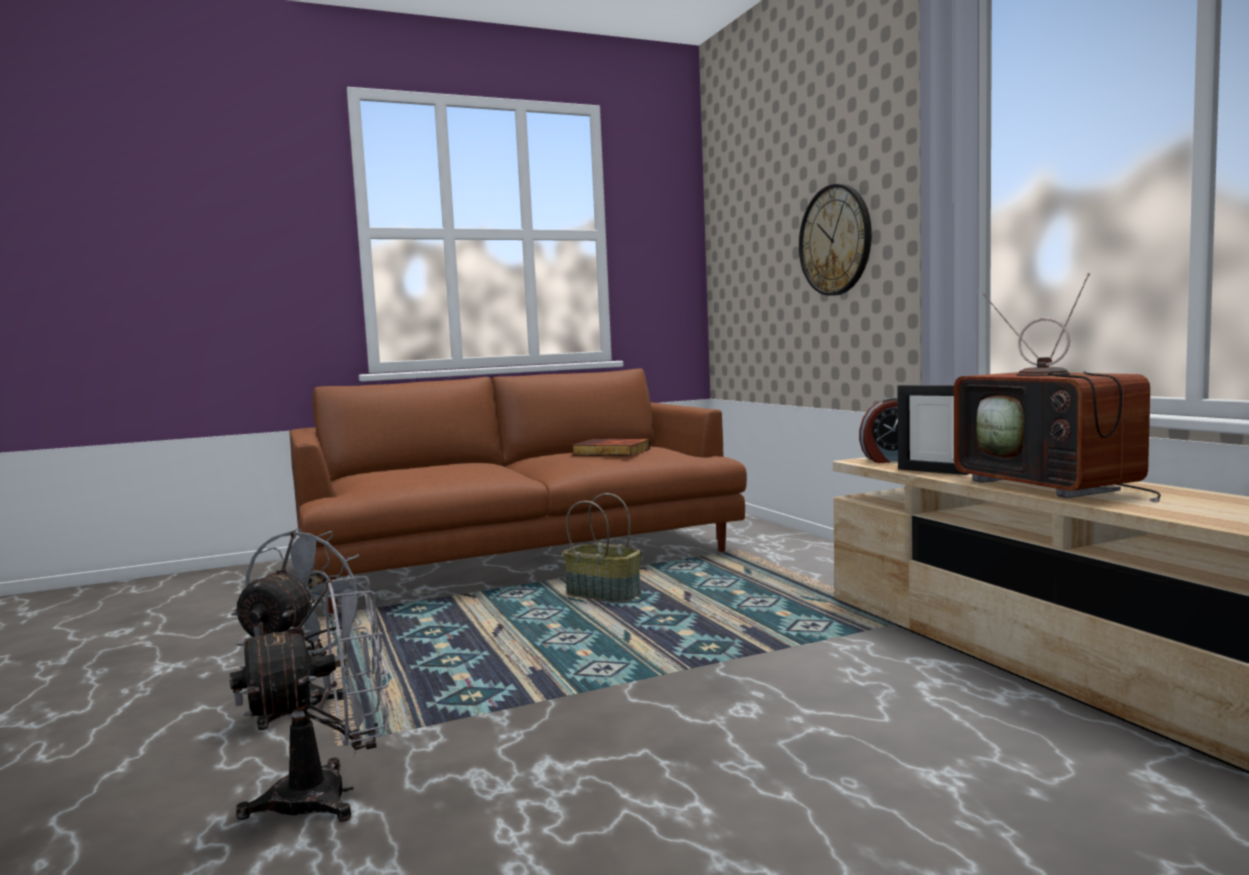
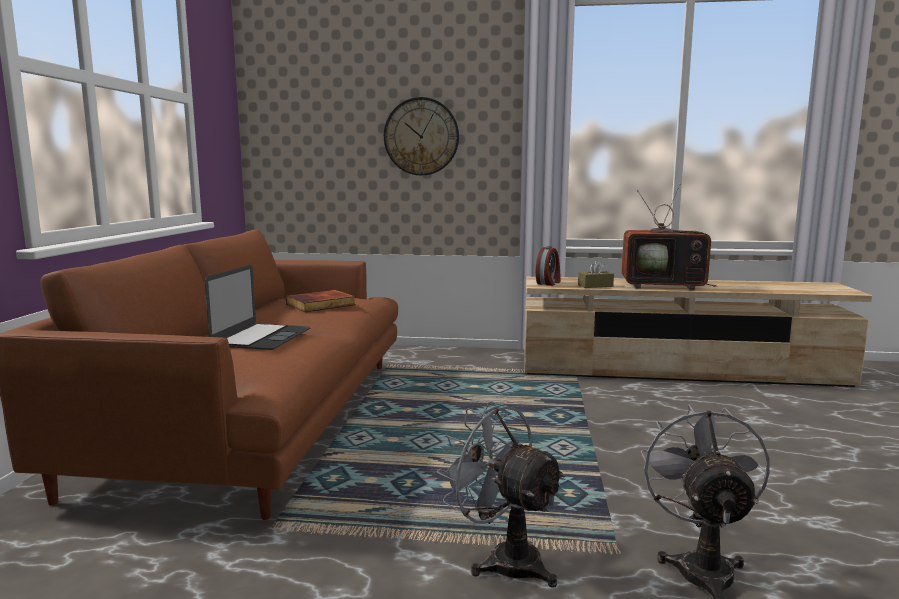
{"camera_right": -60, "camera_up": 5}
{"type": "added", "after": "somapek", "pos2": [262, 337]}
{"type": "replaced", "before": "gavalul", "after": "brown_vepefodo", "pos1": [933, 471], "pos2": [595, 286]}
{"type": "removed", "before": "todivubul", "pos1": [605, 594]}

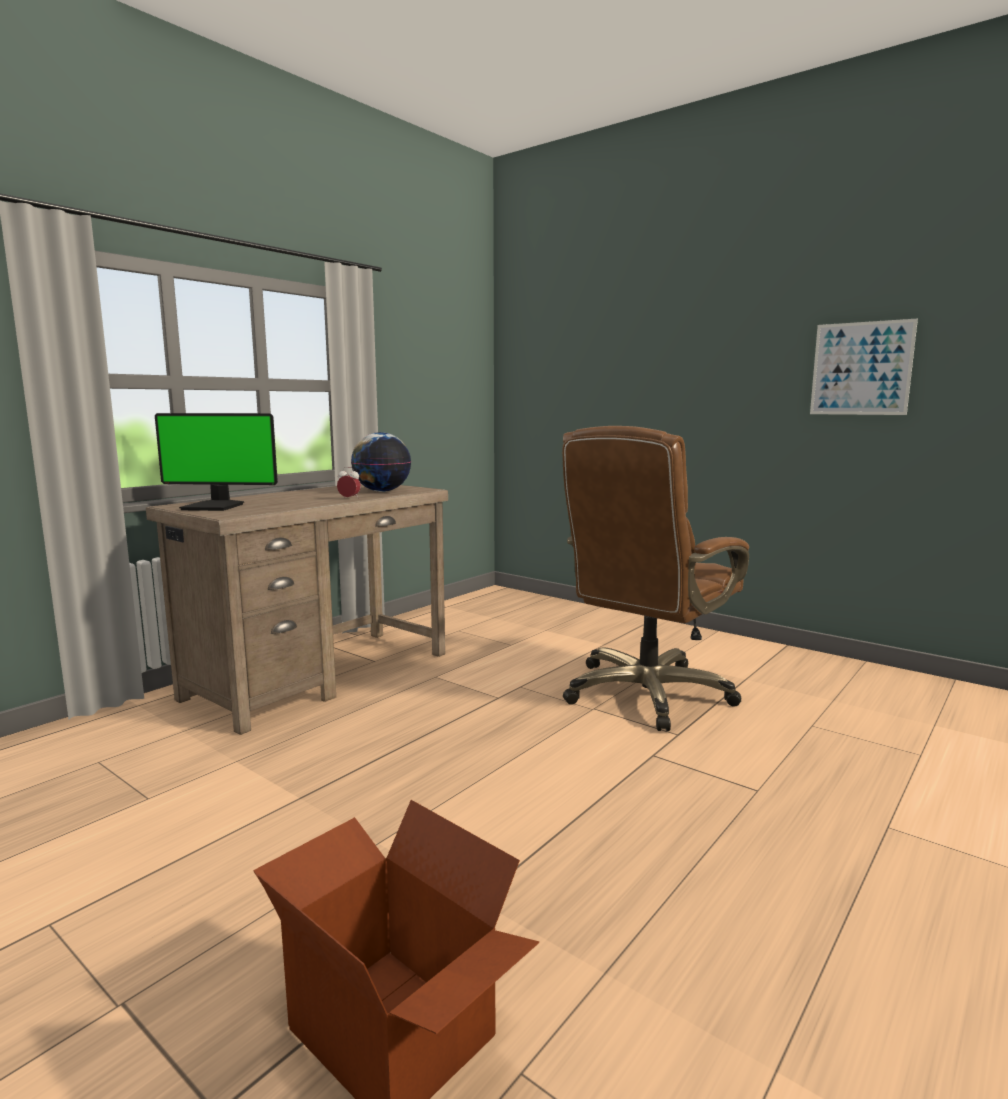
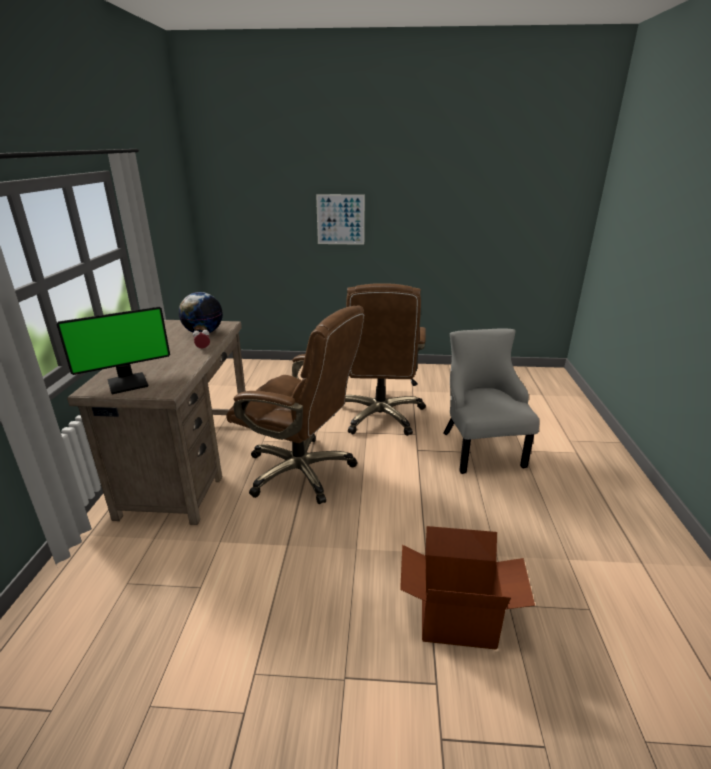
{"camera_right": -35, "camera_up": 15}
{"type": "added", "after": "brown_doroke", "pos2": [300, 470]}
{"type": "moved", "before": "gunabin", "pos1": [861, 368], "pos2": [340, 219]}
{"type": "added", "after": "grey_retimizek", "pos2": [481, 451]}

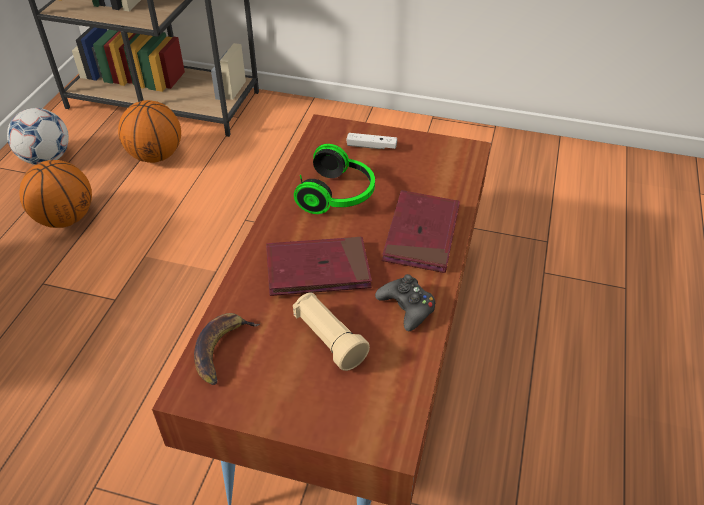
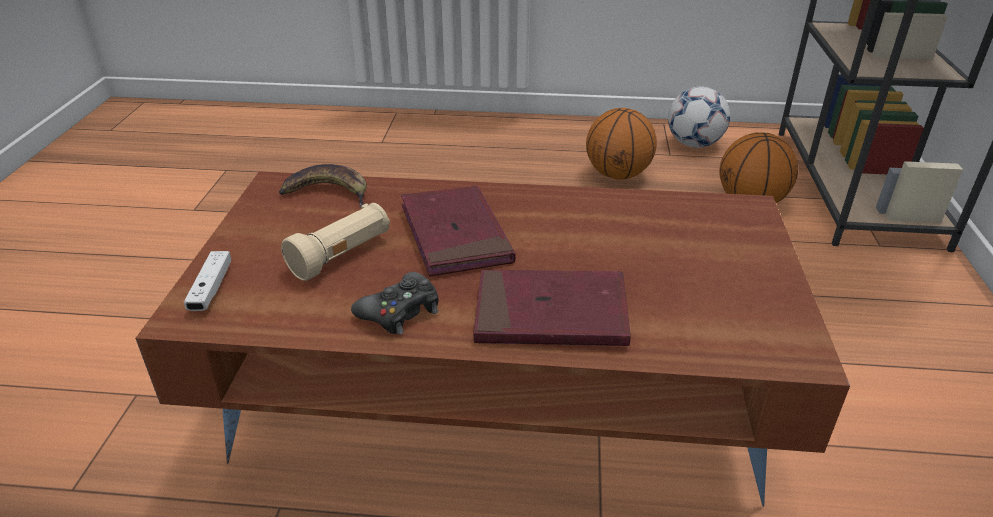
{"camera_right": 80, "camera_up": -10}
{"type": "moved", "before": "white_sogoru", "pos1": [371, 146], "pos2": [211, 289]}
{"type": "removed", "before": "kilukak", "pos1": [339, 195]}

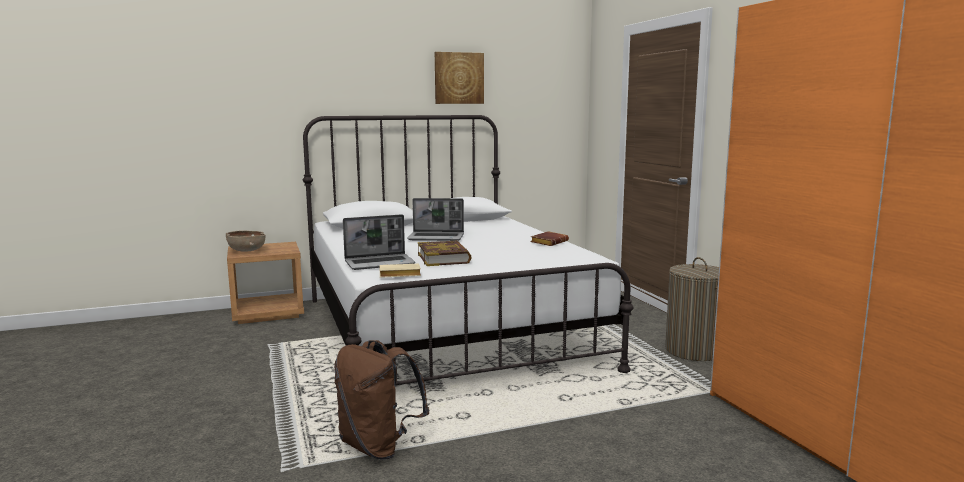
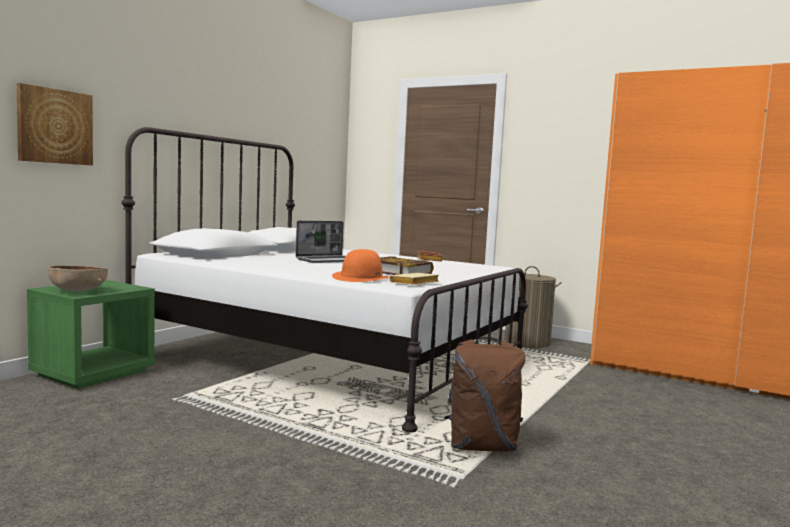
{"camera_right": -40, "camera_up": -5}
{"type": "moved", "before": "gunabin", "pos1": [459, 78], "pos2": [54, 126]}
{"type": "recoloured", "before": "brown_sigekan", "after": "green_sigekan", "pos1": [268, 313], "pos2": [93, 372]}
{"type": "replaced", "before": "somapek", "after": "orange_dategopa", "pos1": [380, 263], "pos2": [361, 278]}

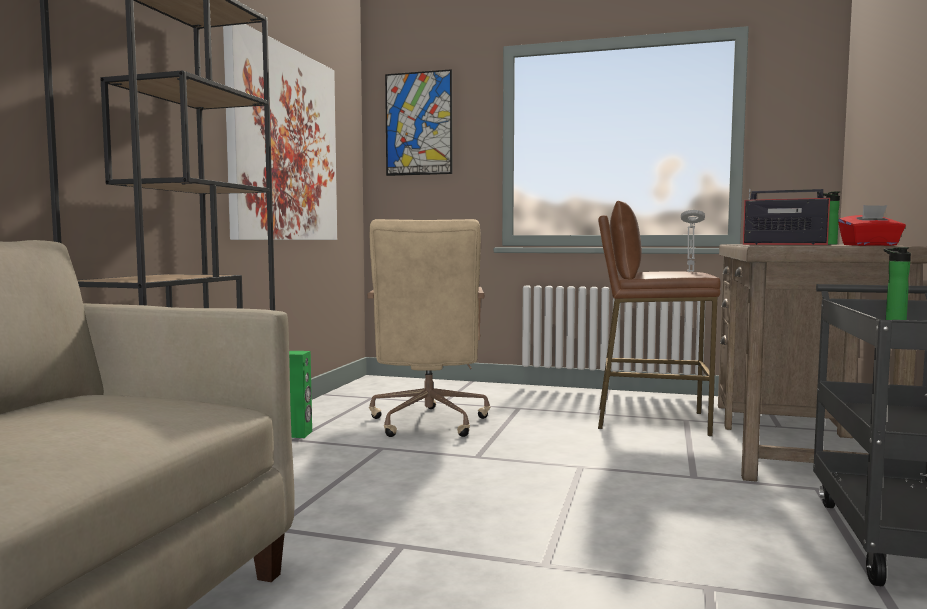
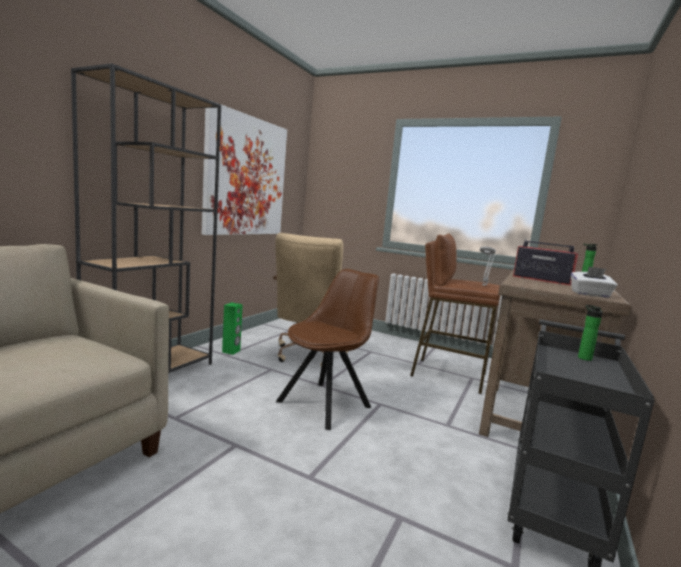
{"camera_right": 10, "camera_up": 5}
{"type": "added", "after": "brown_retimizek", "pos2": [325, 403]}
{"type": "recoloured", "before": "red_vepefodo", "after": "white_vepefodo", "pos1": [870, 245], "pos2": [590, 294]}
{"type": "removed", "before": "gunabin", "pos1": [418, 123]}

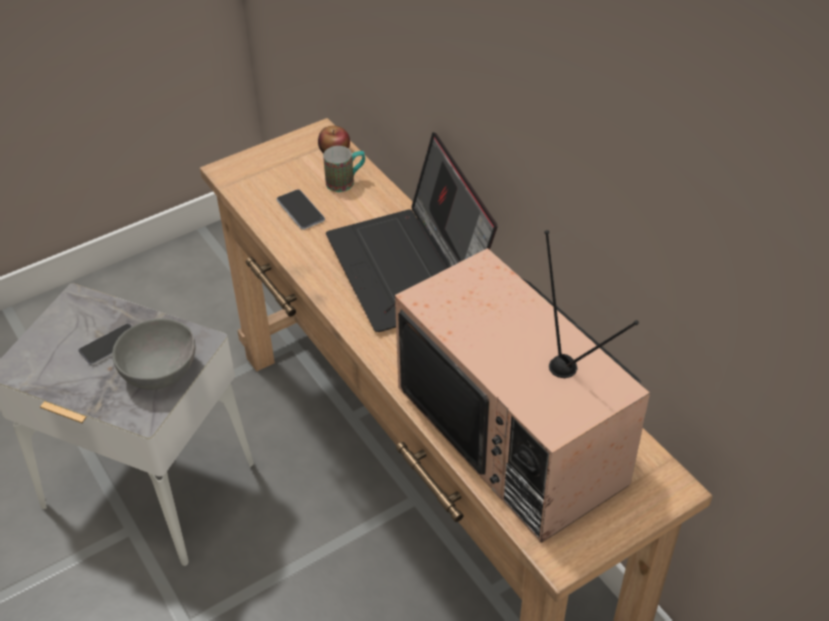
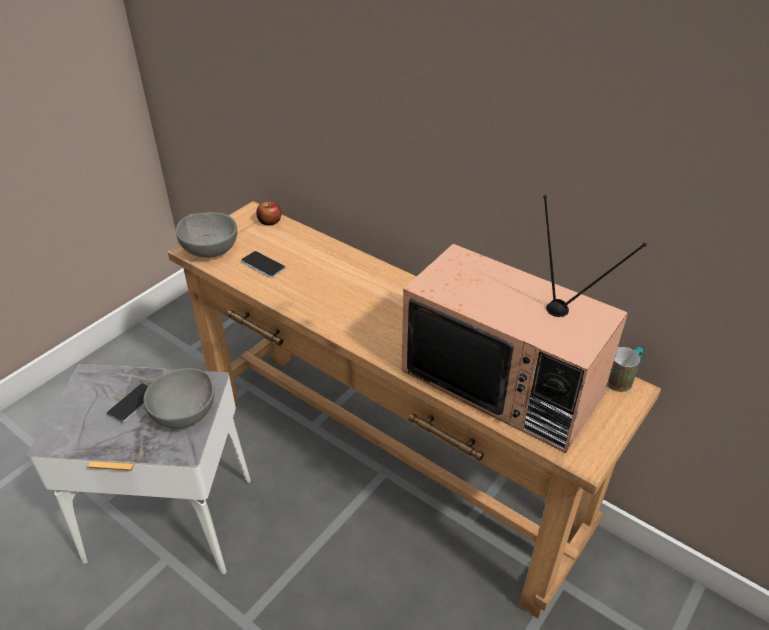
{"camera_right": -20, "camera_up": -5}
{"type": "added", "after": "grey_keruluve", "pos2": [210, 249]}
{"type": "moved", "before": "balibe", "pos1": [346, 182], "pos2": [622, 379]}
{"type": "removed", "before": "somapek", "pos1": [410, 269]}

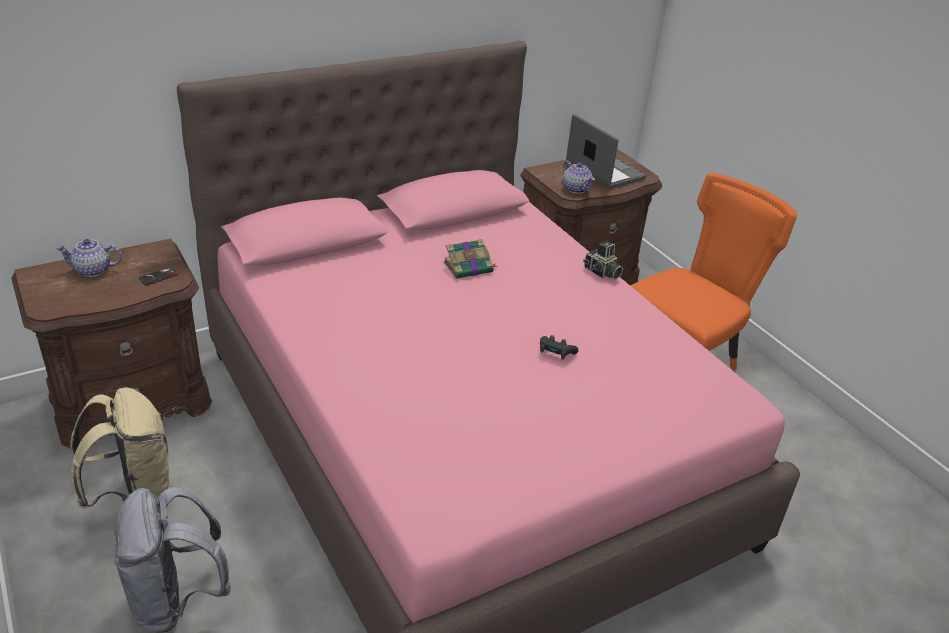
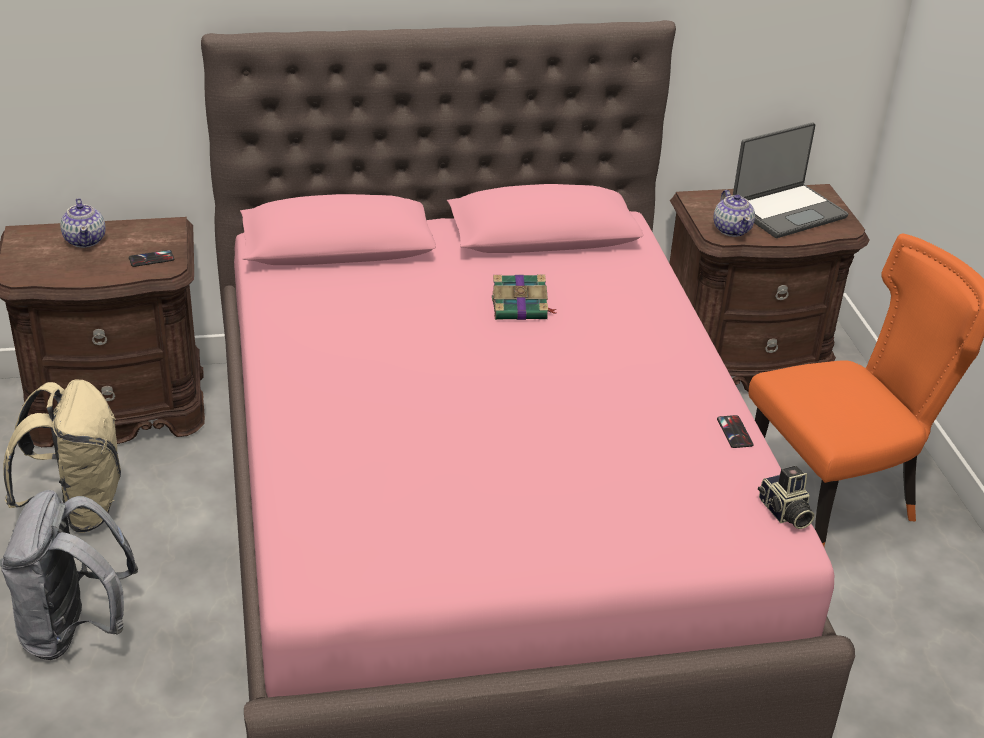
{"camera_right": 20, "camera_up": 0}
{"type": "turned", "before": "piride", "pos1": [93, 270], "pos2": [85, 240], "turn": -120}
{"type": "added", "after": "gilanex", "pos2": [734, 432]}
{"type": "turned", "before": "somapek", "pos1": [603, 171], "pos2": [787, 211], "turn": 75}
{"type": "moved", "before": "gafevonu", "pos1": [602, 273], "pos2": [784, 513]}
{"type": "removed", "before": "black_sogoru", "pos1": [555, 353]}

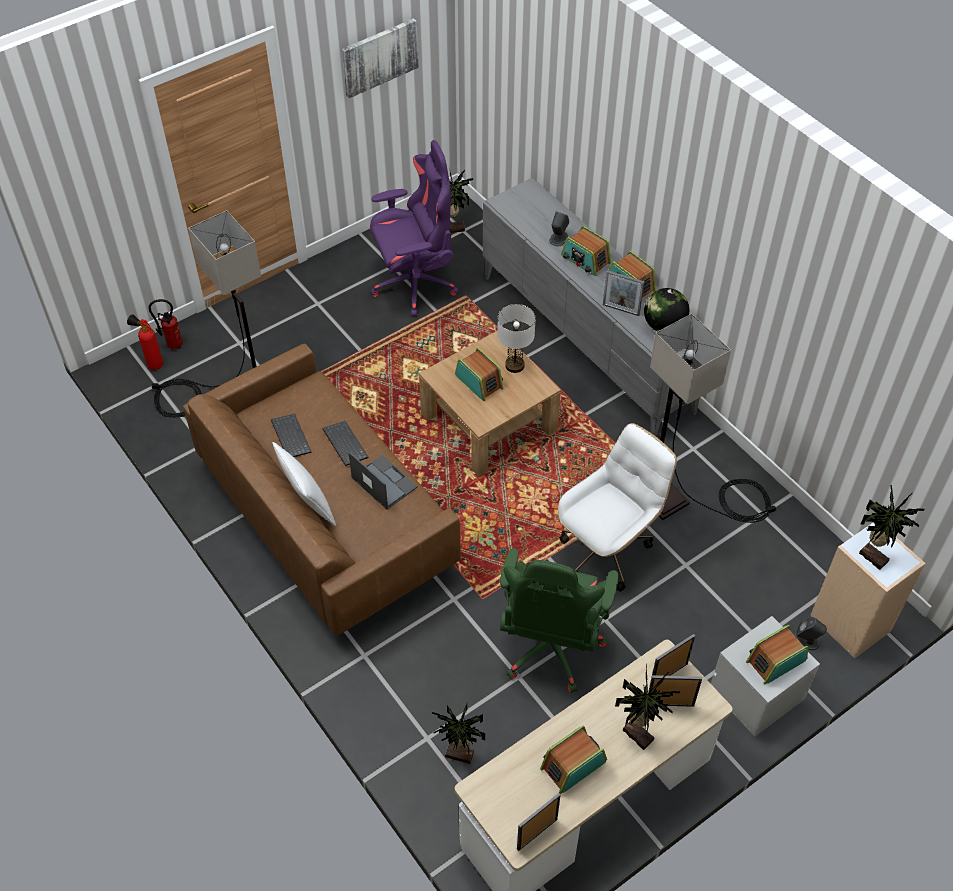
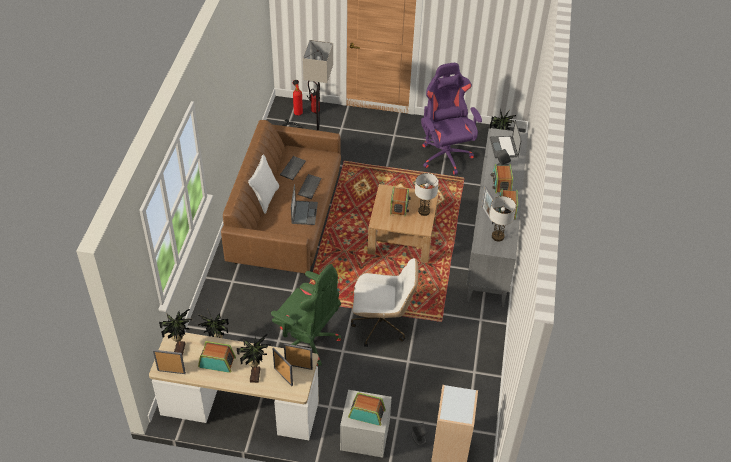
{"camera_right": 45, "camera_up": -5}
{"type": "moved", "before": "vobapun", "pos1": [874, 556], "pos2": [181, 350]}
{"type": "turned", "before": "green_doroke", "pos1": [551, 645], "pos2": [307, 341], "turn": -120}
{"type": "turned", "before": "purple_doroke", "pos1": [413, 285], "pos2": [446, 157], "turn": -135}
{"type": "added", "after": "somapek", "pos2": [504, 147]}
{"type": "replaced", "before": "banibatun", "after": "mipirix", "pos1": [664, 326], "pos2": [497, 236]}
{"type": "removed", "before": "gunabin", "pos1": [379, 57]}
{"type": "removed", "before": "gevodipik", "pos1": [706, 500]}

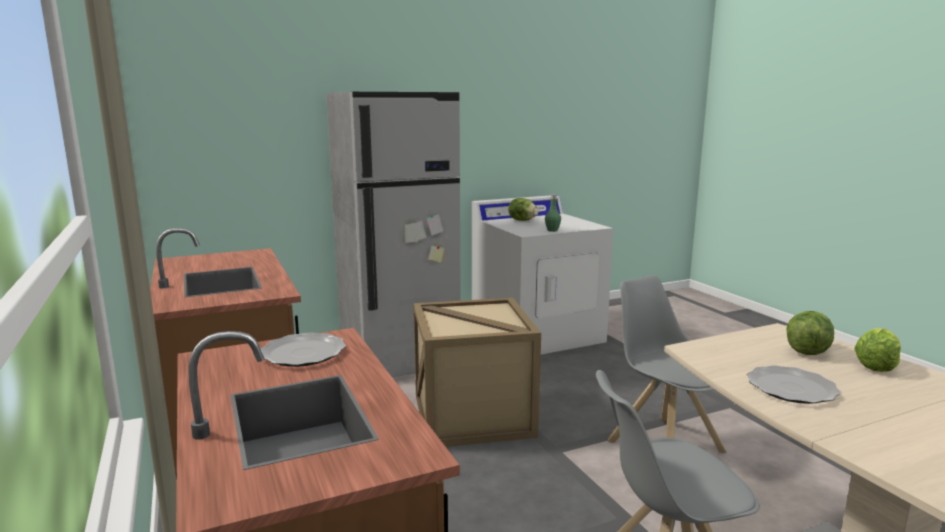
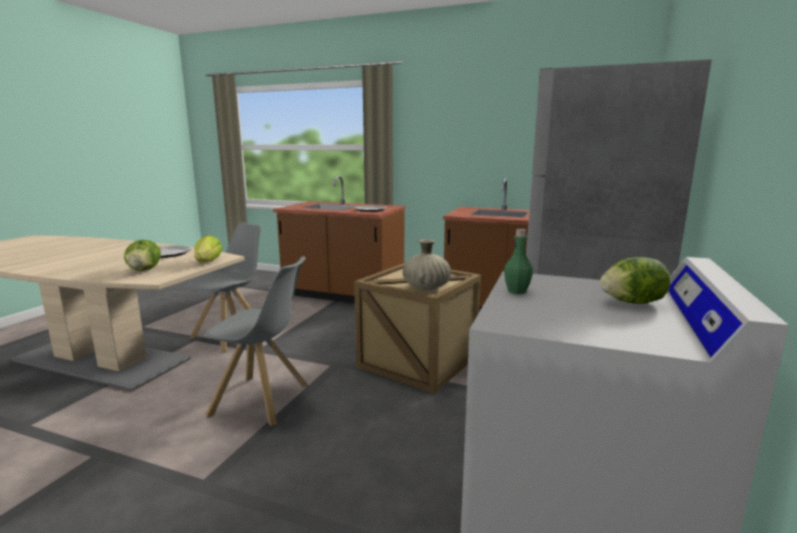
{"camera_right": 135, "camera_up": 0}
{"type": "moved", "before": "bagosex", "pos1": [876, 365], "pos2": [208, 262]}
{"type": "added", "after": "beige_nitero", "pos2": [426, 288]}

